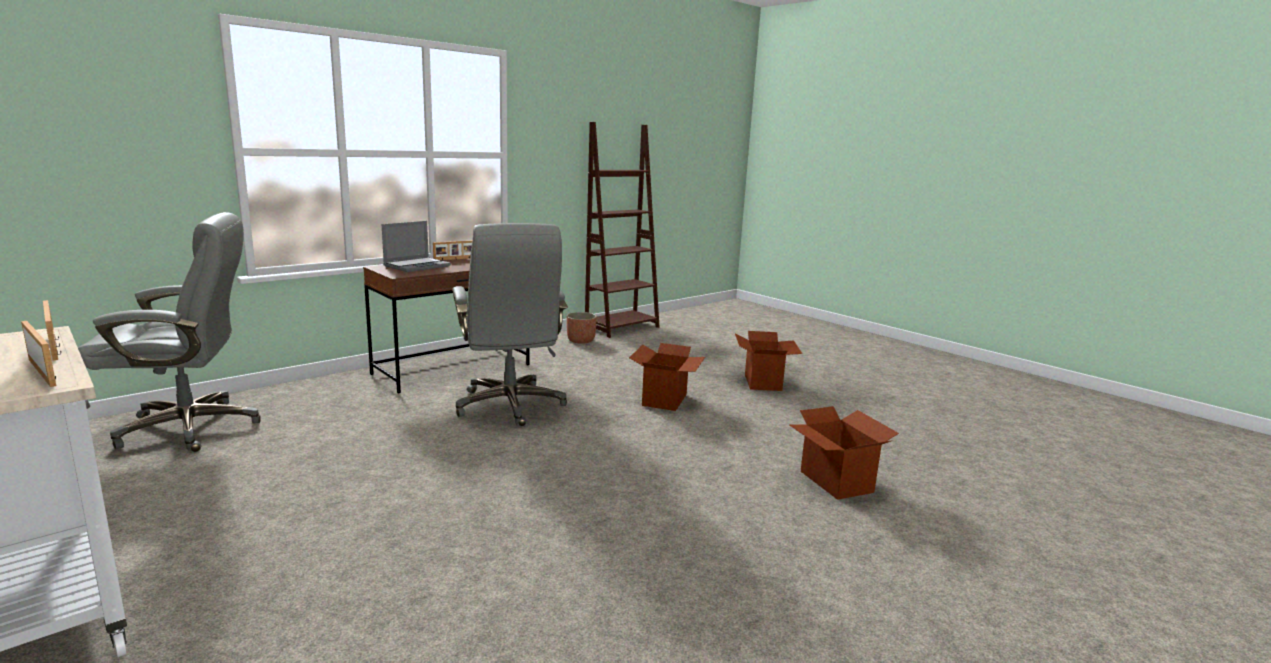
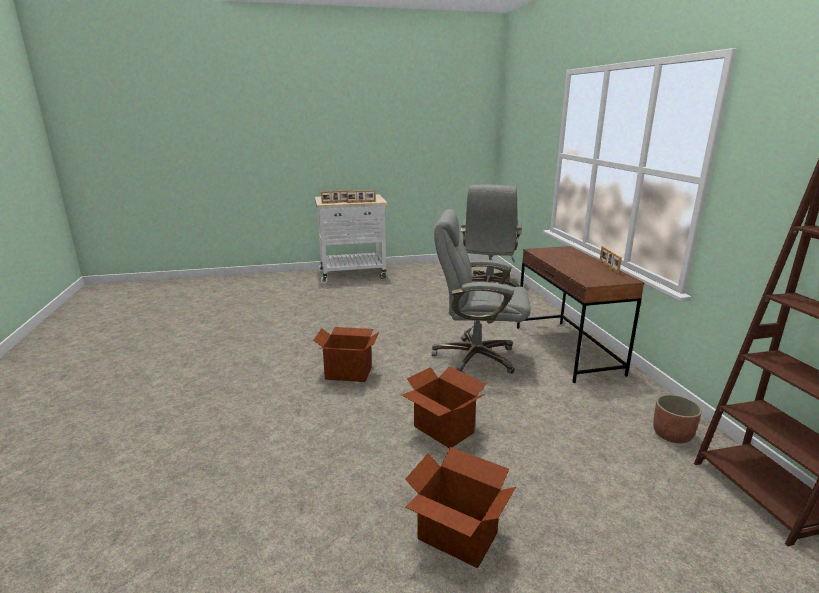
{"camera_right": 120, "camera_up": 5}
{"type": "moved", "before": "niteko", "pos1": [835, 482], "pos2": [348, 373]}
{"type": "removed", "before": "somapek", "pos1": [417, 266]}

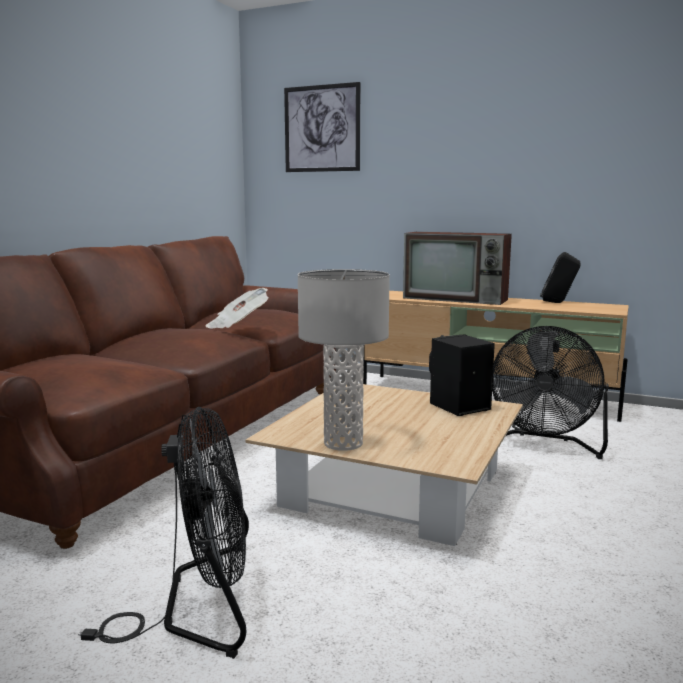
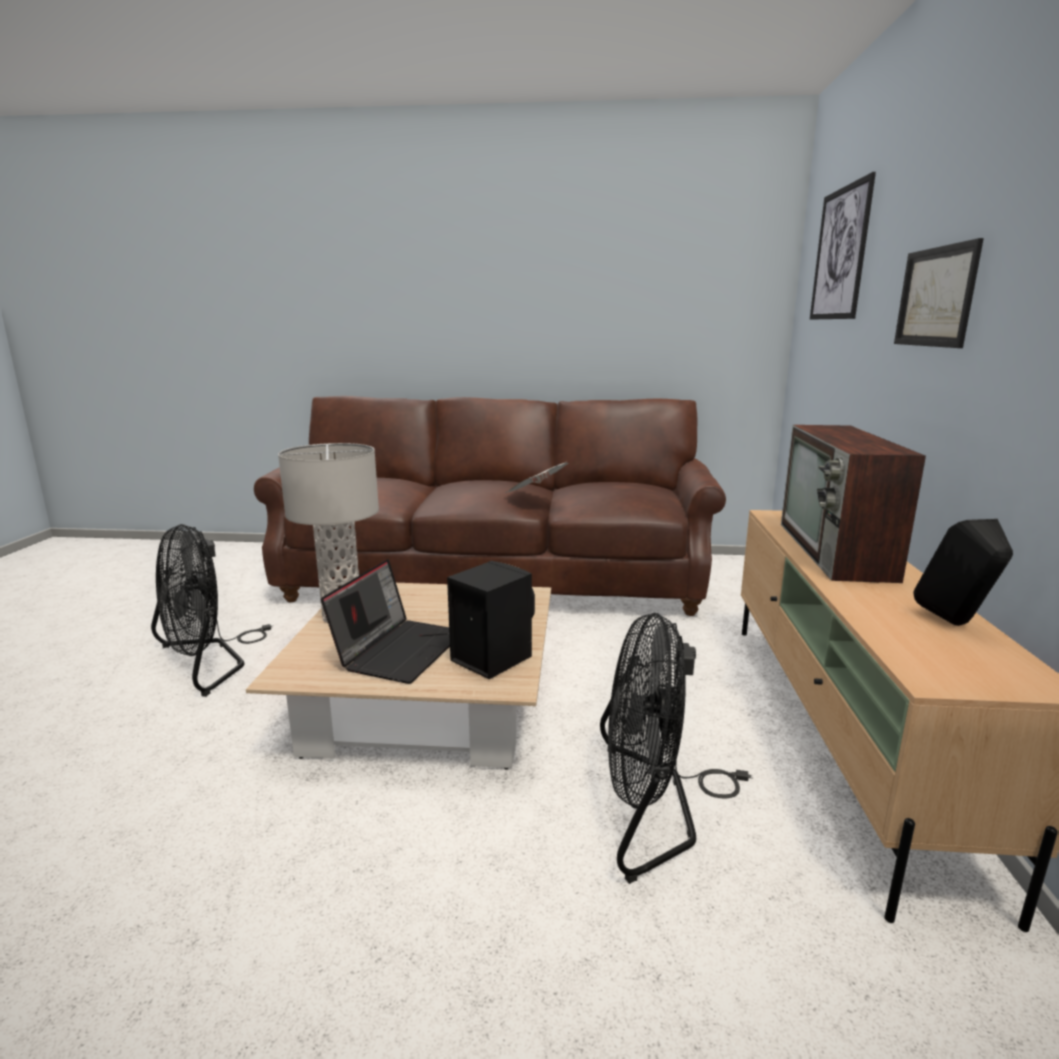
{"camera_right": 70, "camera_up": 5}
{"type": "turned", "before": "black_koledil", "pos1": [198, 603], "pos2": [211, 658], "turn": 75}
{"type": "added", "after": "somapek", "pos2": [399, 649]}
{"type": "added", "after": "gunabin", "pos2": [935, 297]}

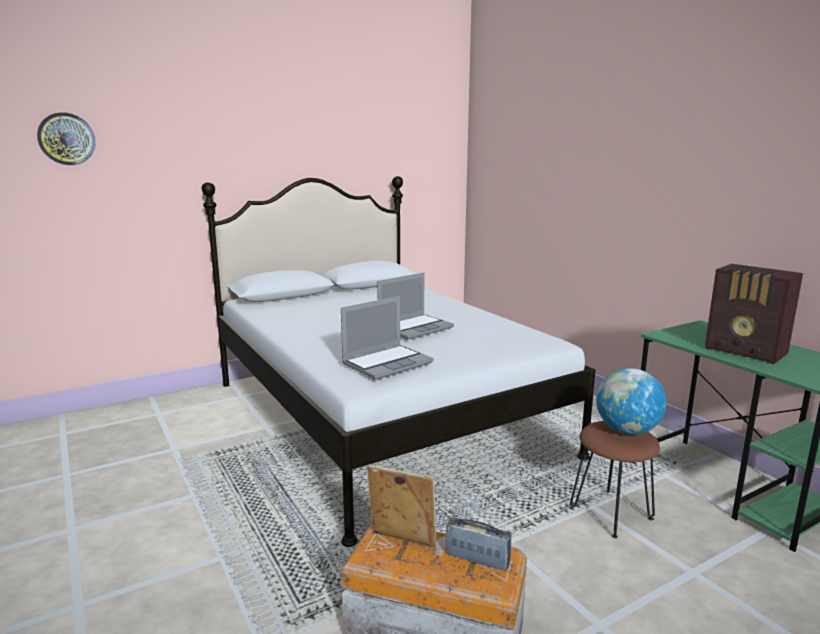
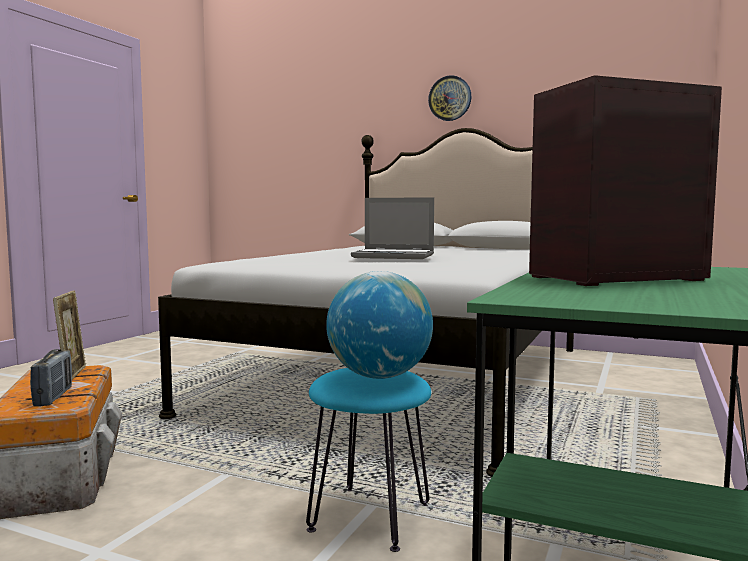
{"camera_right": 55, "camera_up": -10}
{"type": "recoloured", "before": "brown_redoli", "after": "turquoise_redoli", "pos1": [610, 513], "pos2": [370, 518]}
{"type": "moved", "before": "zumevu", "pos1": [66, 139], "pos2": [450, 98]}
{"type": "turned", "before": "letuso", "pos1": [746, 352], "pos2": [611, 278], "turn": 60}
{"type": "removed", "before": "somapek", "pos1": [387, 363]}

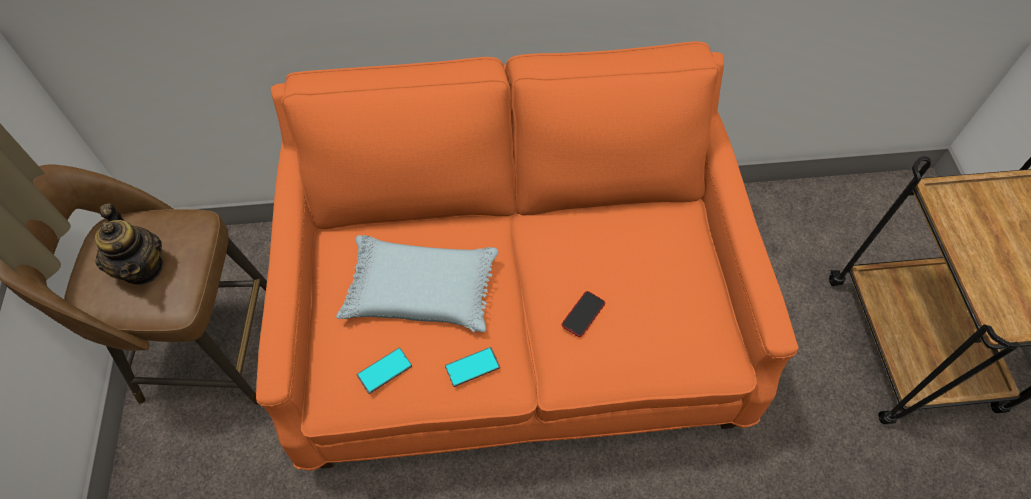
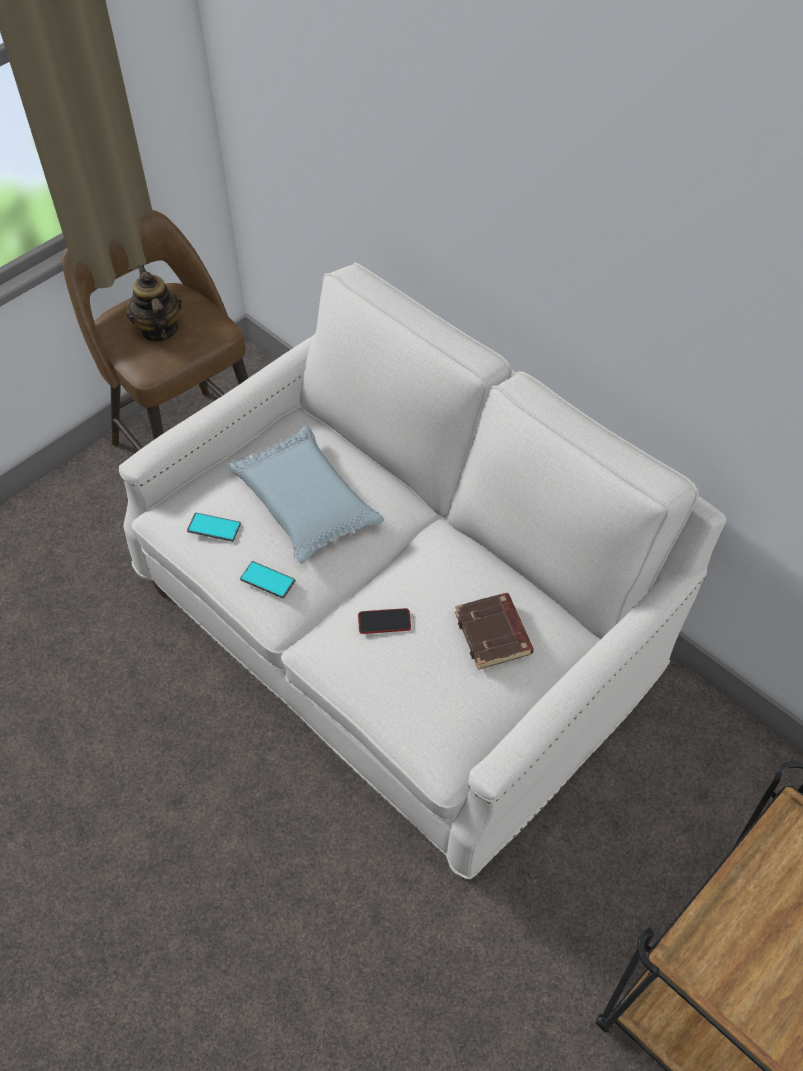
{"camera_right": 50, "camera_up": -5}
{"type": "recoloured", "before": "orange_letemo", "after": "white_letemo", "pos1": [516, 323], "pos2": [401, 631]}
{"type": "turned", "before": "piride", "pos1": [143, 267], "pos2": [159, 330], "turn": 135}
{"type": "added", "after": "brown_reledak", "pos2": [494, 634]}

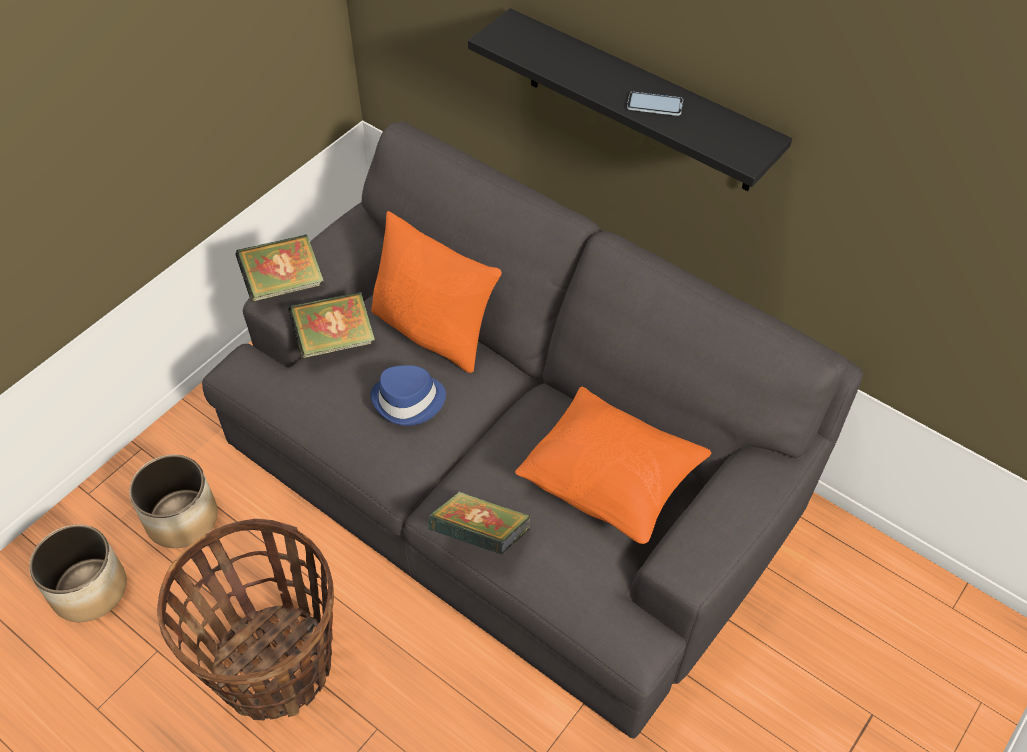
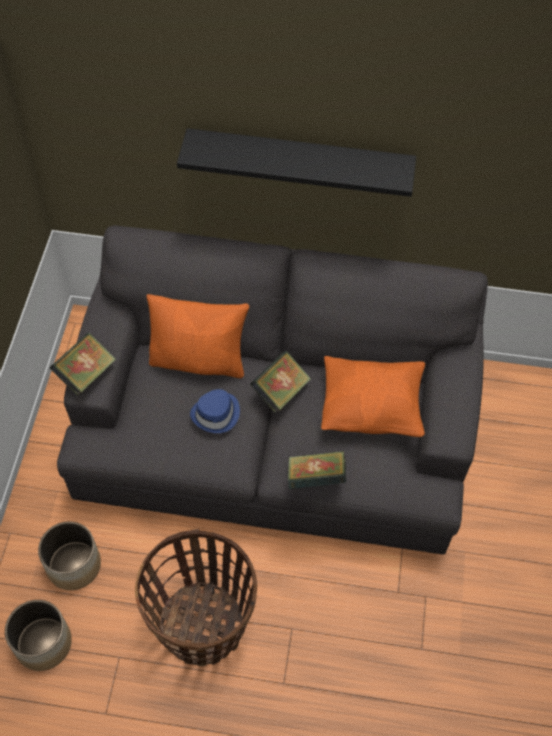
{"camera_right": -30, "camera_up": 5}
{"type": "moved", "before": "reledak", "pos1": [335, 341], "pos2": [280, 391]}
{"type": "removed", "before": "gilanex", "pos1": [654, 105]}

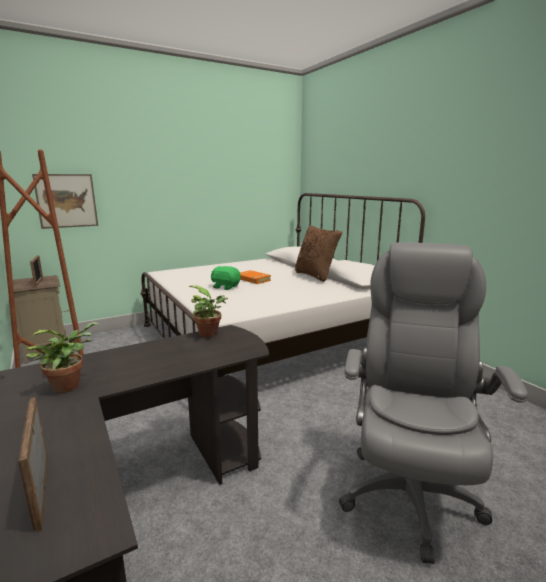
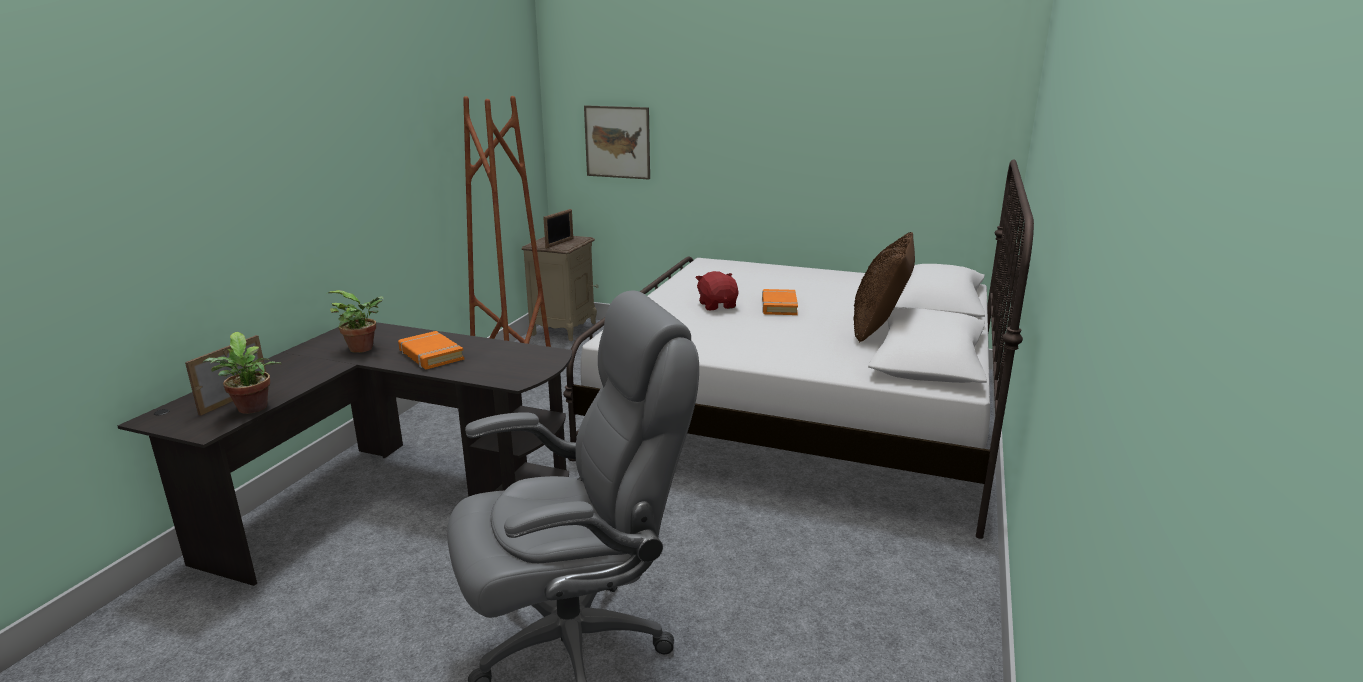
{"camera_right": 50, "camera_up": 5}
{"type": "moved", "before": "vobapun", "pos1": [210, 334], "pos2": [252, 409]}
{"type": "added", "after": "orange_reledak", "pos2": [431, 355]}
{"type": "recoloured", "before": "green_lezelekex", "after": "red_lezelekex", "pos1": [225, 287], "pos2": [717, 305]}

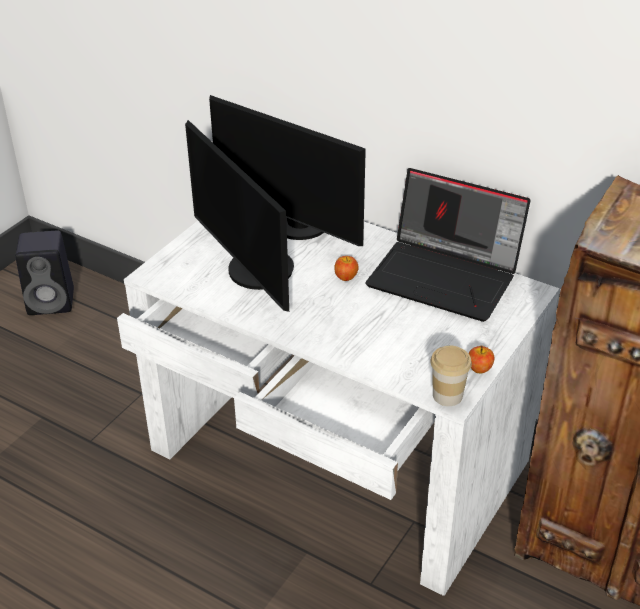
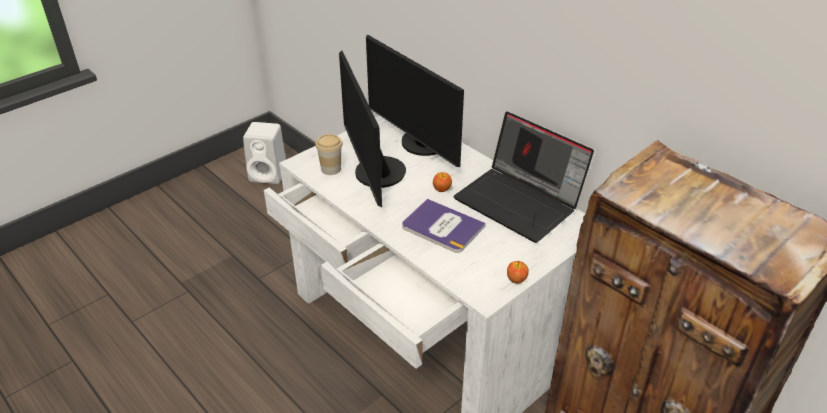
{"camera_right": 15, "camera_up": 0}
{"type": "recoloured", "before": "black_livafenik", "after": "white_livafenik", "pos1": [53, 301], "pos2": [269, 174]}
{"type": "moved", "before": "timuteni", "pos1": [447, 395], "pos2": [331, 169]}
{"type": "added", "after": "reledak", "pos2": [442, 227]}

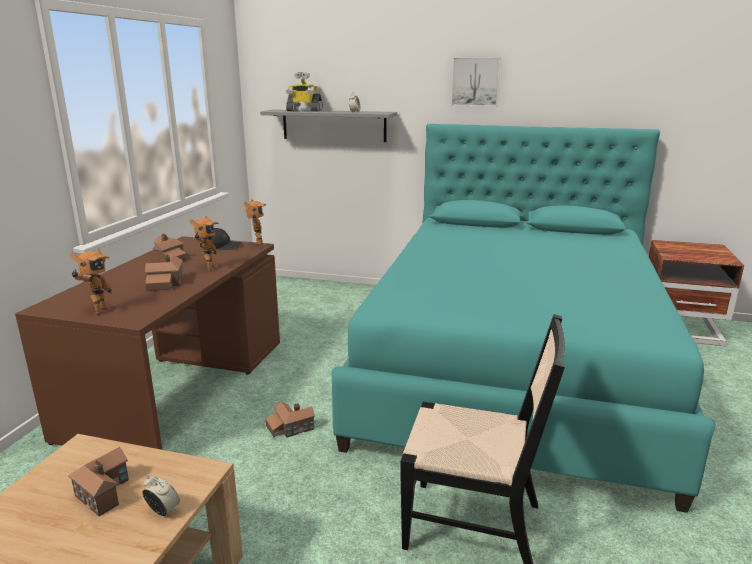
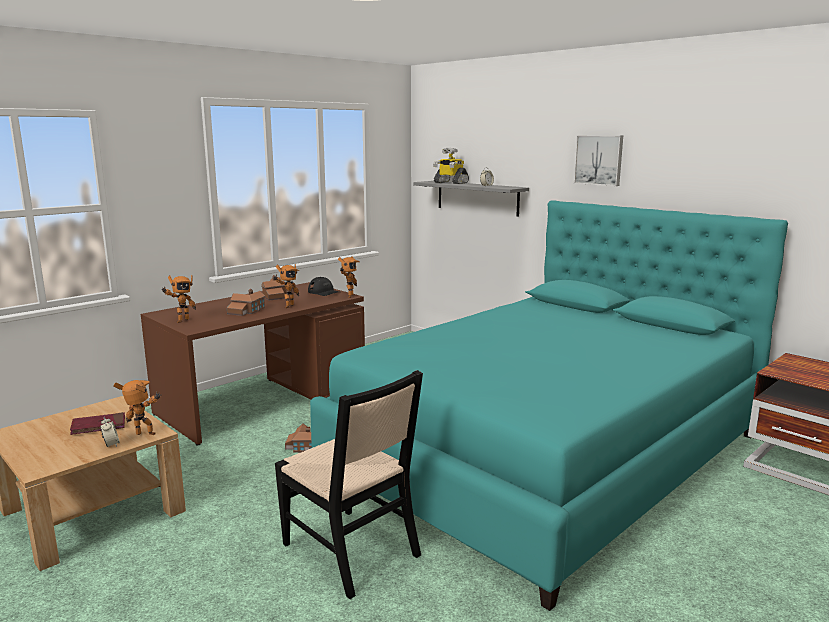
{"camera_right": 30, "camera_up": -5}
{"type": "replaced", "before": "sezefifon", "after": "red_reledak", "pos1": [103, 490], "pos2": [98, 426]}
{"type": "added", "after": "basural", "pos2": [144, 435]}

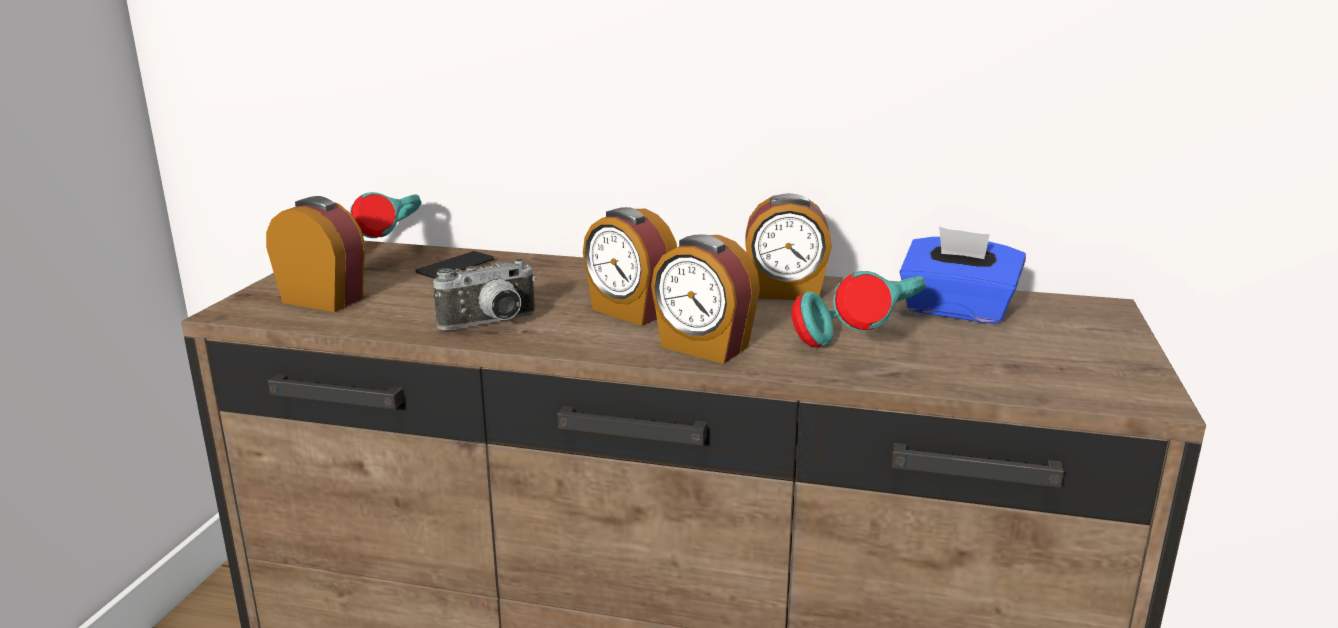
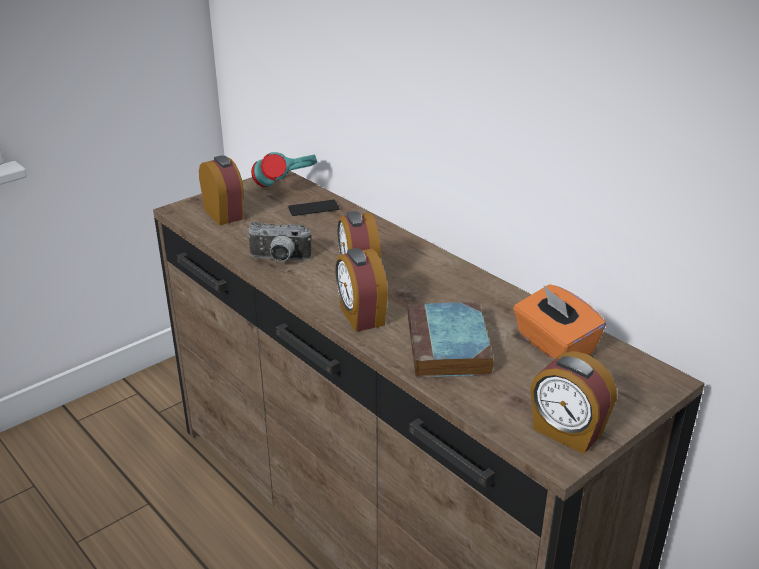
{"camera_right": 35, "camera_up": 10}
{"type": "replaced", "before": "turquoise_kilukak", "after": "reledak", "pos1": [860, 345], "pos2": [449, 348]}
{"type": "recoloured", "before": "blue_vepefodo", "after": "orange_vepefodo", "pos1": [956, 310], "pos2": [554, 345]}
{"type": "moved", "before": "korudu", "pos1": [785, 293], "pos2": [566, 433]}

